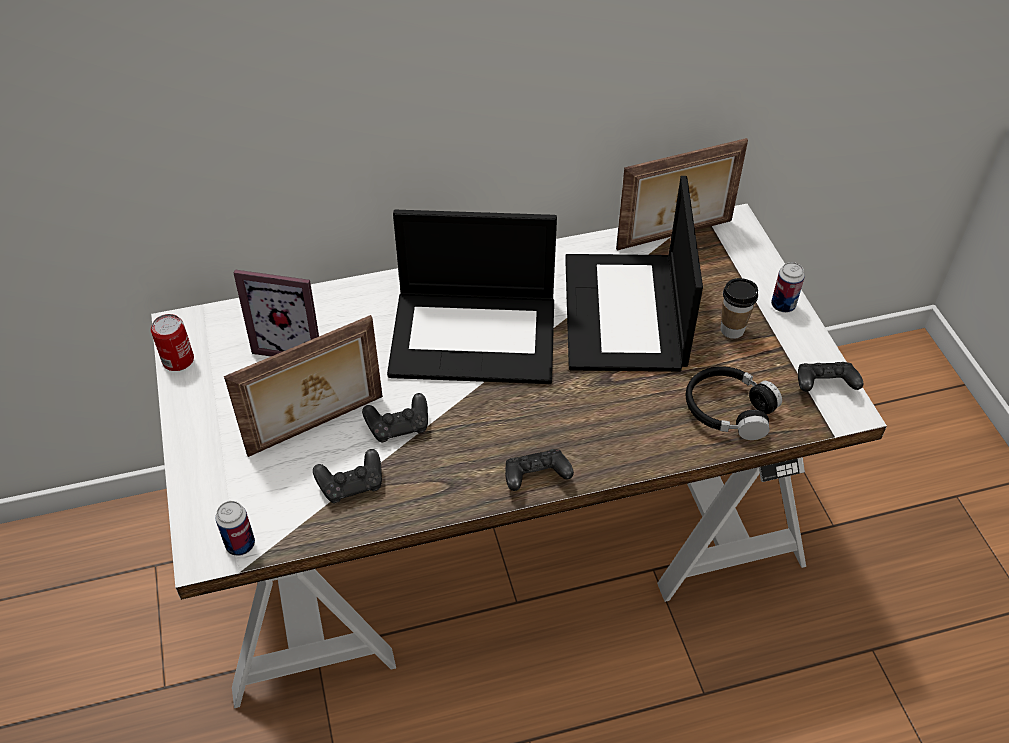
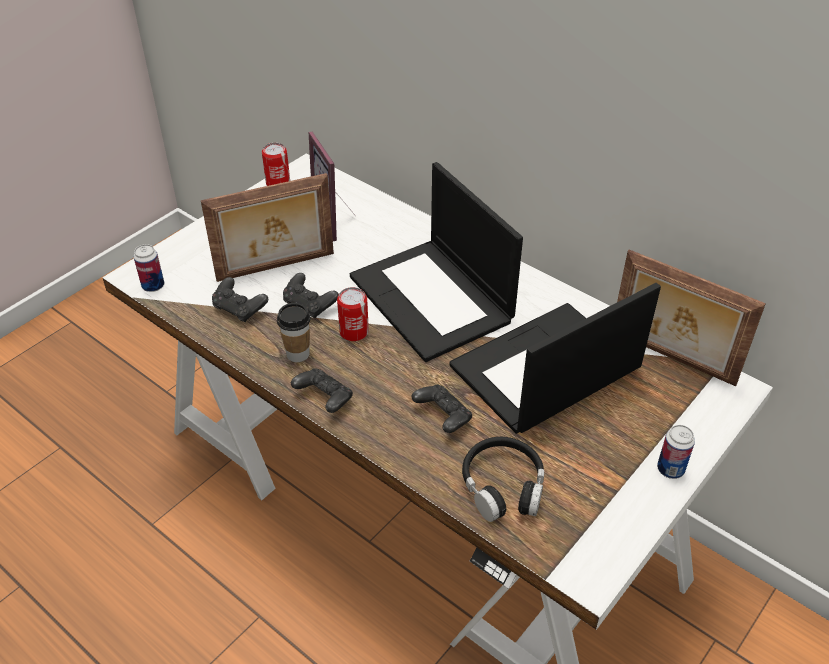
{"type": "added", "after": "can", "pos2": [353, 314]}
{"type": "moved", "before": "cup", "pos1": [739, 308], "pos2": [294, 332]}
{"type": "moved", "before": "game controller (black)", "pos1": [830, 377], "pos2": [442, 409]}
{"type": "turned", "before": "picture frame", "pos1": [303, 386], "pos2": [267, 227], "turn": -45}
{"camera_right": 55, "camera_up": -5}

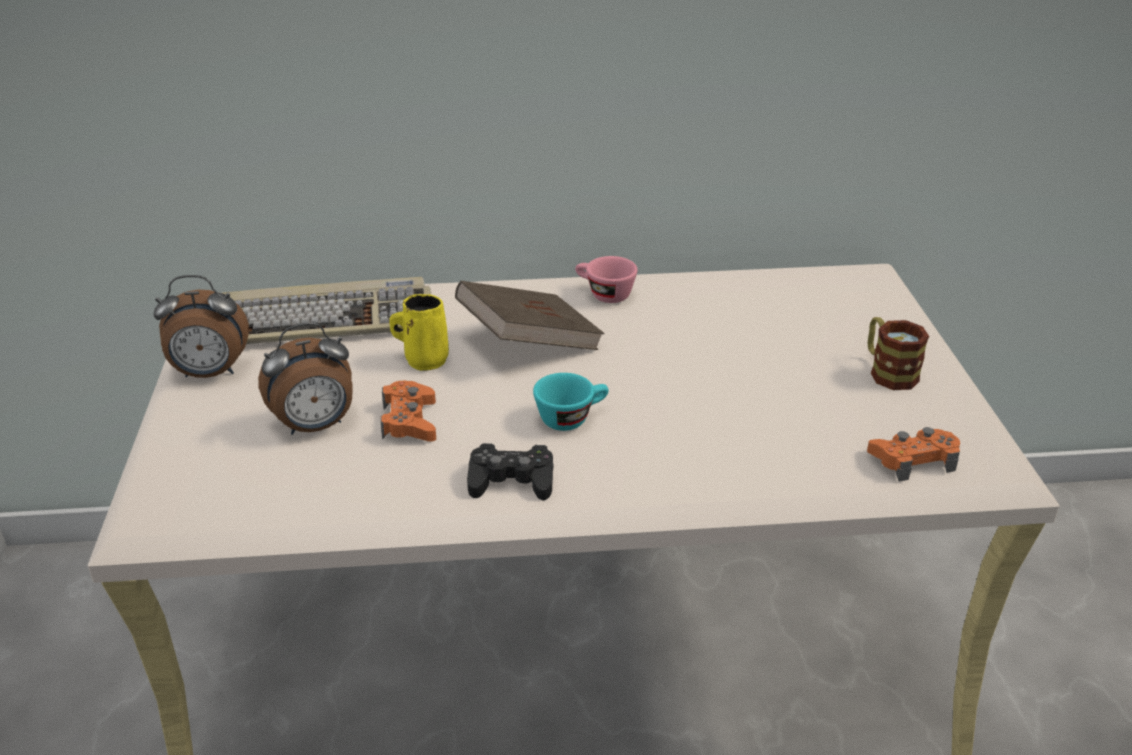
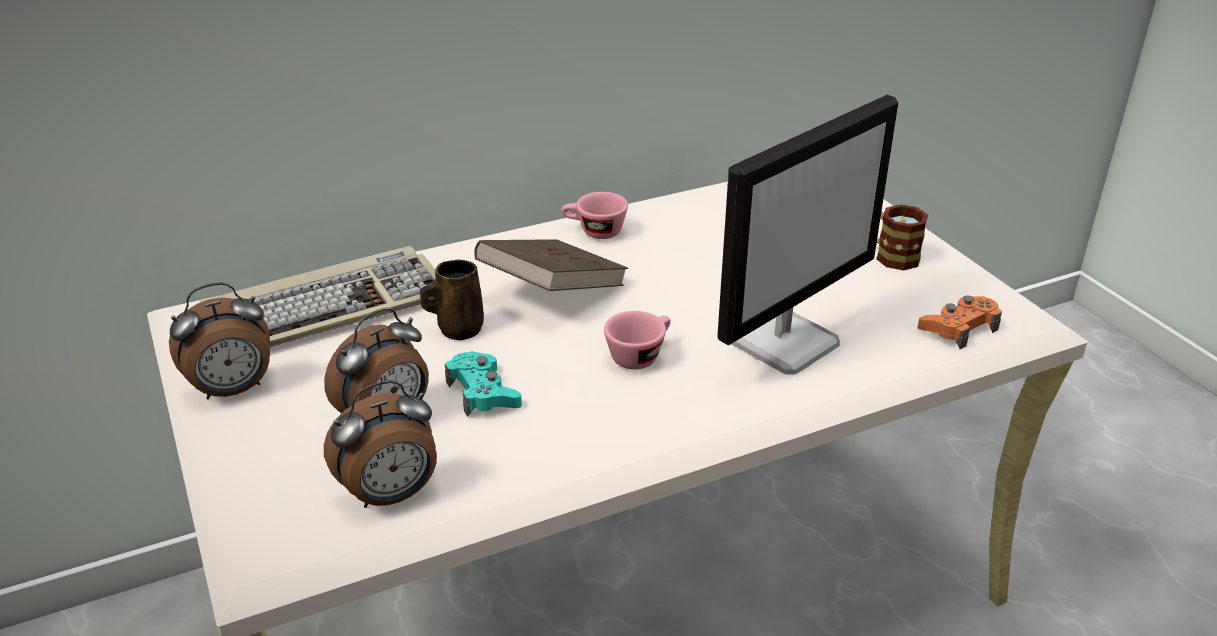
{"type": "removed", "before": "game controller (black)", "pos1": [510, 471]}
{"type": "added", "after": "alarm clock", "pos2": [380, 444]}
{"type": "added", "after": "monitor", "pos2": [808, 235]}
{"type": "recoloured", "before": "game controller (orange)", "after": "game controller (turquoise)", "pos1": [408, 411], "pos2": [483, 384]}
{"type": "recoloured", "before": "mug (yellow)", "after": "mug (brown)", "pos1": [419, 332], "pos2": [452, 300]}
{"type": "recoloured", "before": "cup (turquoise)", "after": "cup (pink)", "pos1": [571, 402], "pos2": [637, 340]}
{"camera_right": -20, "camera_up": 0}

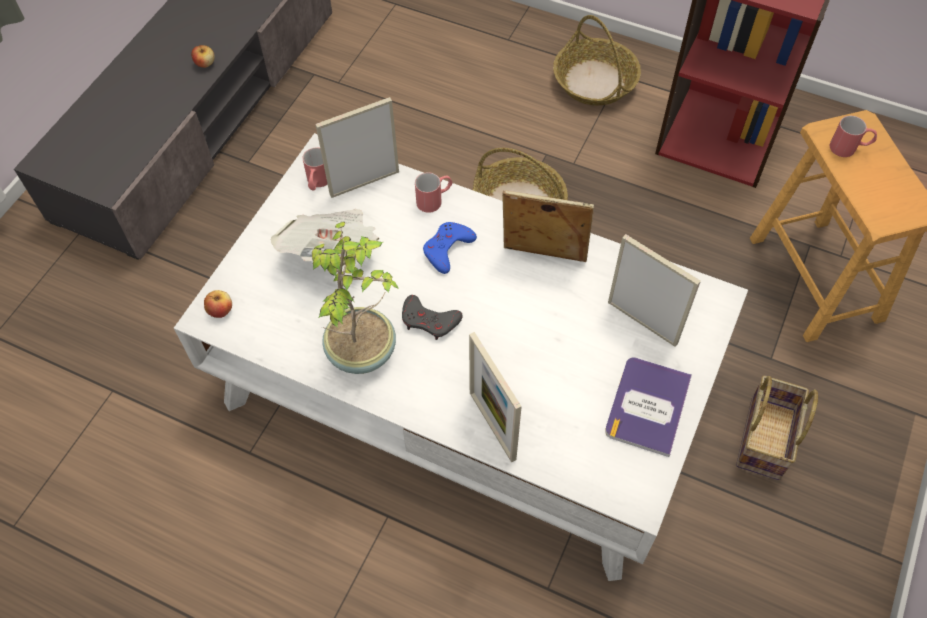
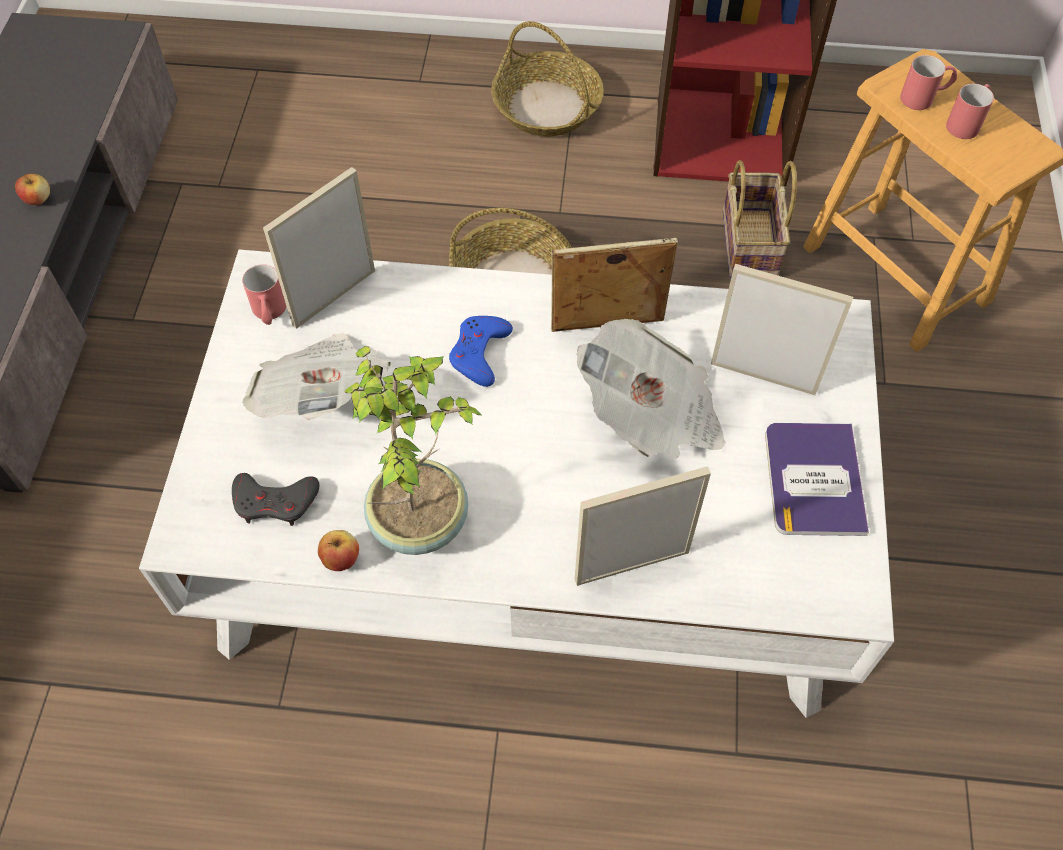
{"type": "added", "after": "newspaper", "pos2": [651, 388]}
{"type": "moved", "before": "apple", "pos1": [218, 304], "pos2": [338, 550]}
{"type": "moved", "before": "game controller (grey)", "pos1": [432, 317], "pos2": [275, 499]}
{"type": "moved", "before": "mug (red)", "pos1": [433, 192], "pos2": [970, 111]}
{"type": "moved", "before": "basket", "pos1": [777, 427], "pos2": [760, 219]}
{"type": "turned", "before": "picture frame", "pos1": [495, 397], "pos2": [643, 526], "turn": 120}
{"camera_right": -20, "camera_up": 0}

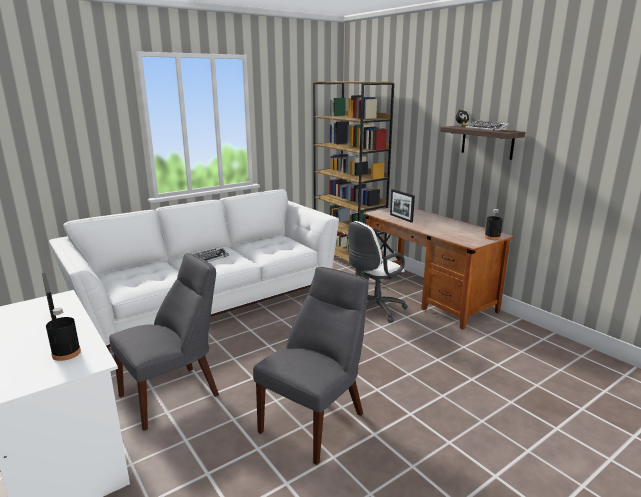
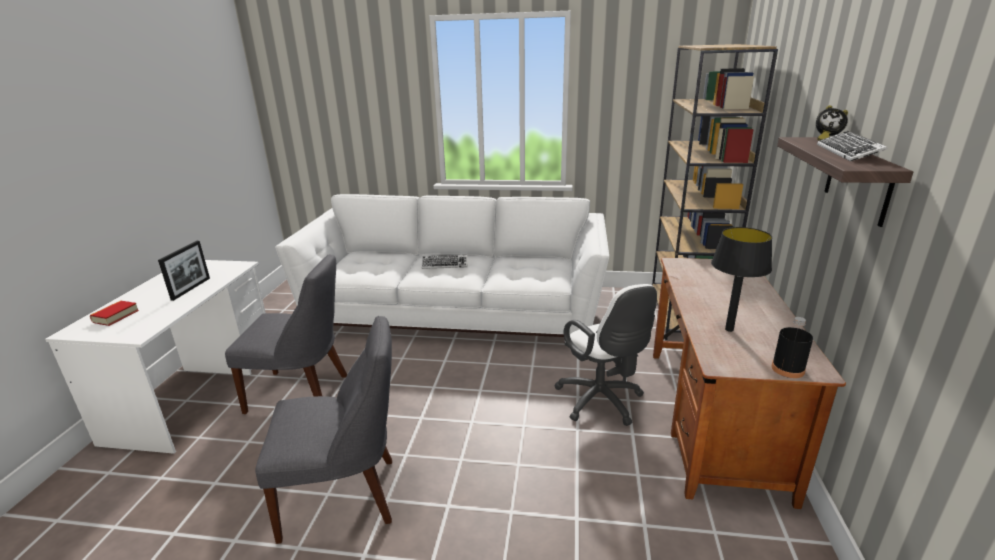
{"type": "removed", "before": "bottle (black)", "pos1": [63, 334]}
{"type": "removed", "before": "picture frame", "pos1": [402, 206]}
{"type": "added", "after": "book", "pos2": [114, 313]}
{"type": "added", "after": "table lamp (black)", "pos2": [741, 279]}
{"type": "turned", "before": "office chair (white)", "pos1": [378, 272], "pos2": [606, 355], "turn": -120}
{"camera_right": 45, "camera_up": 5}

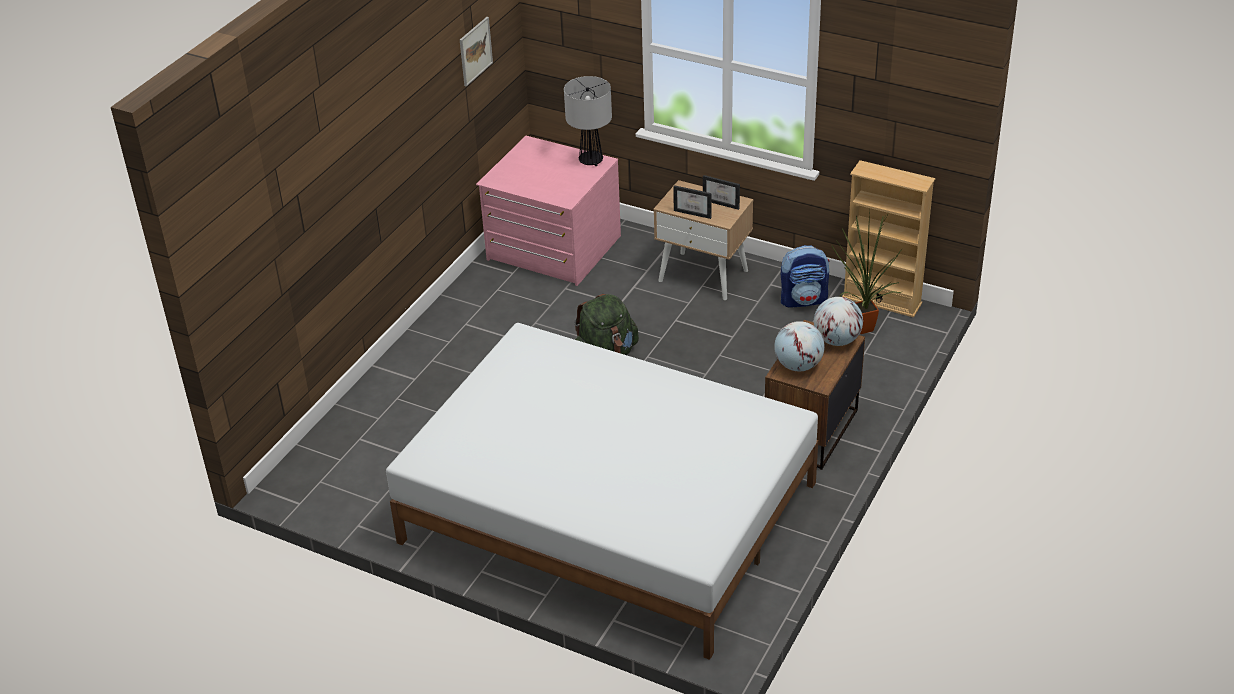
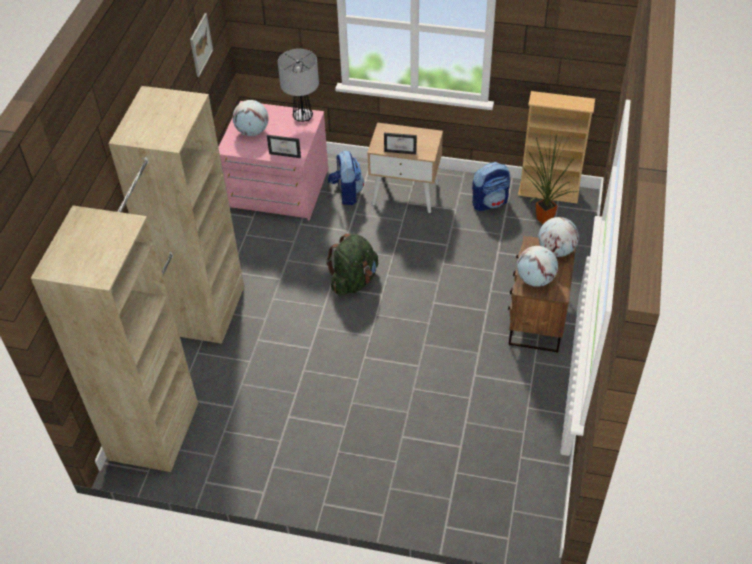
{"type": "removed", "before": "bed (white)", "pos1": [602, 491]}
{"type": "added", "after": "wardrobe (beige)", "pos2": [137, 279]}
{"type": "added", "after": "globe", "pos2": [251, 118]}
{"type": "added", "after": "backpack", "pos2": [346, 178]}
{"type": "moved", "before": "picture frame", "pos1": [721, 192], "pos2": [284, 146]}
{"camera_right": -15, "camera_up": 10}

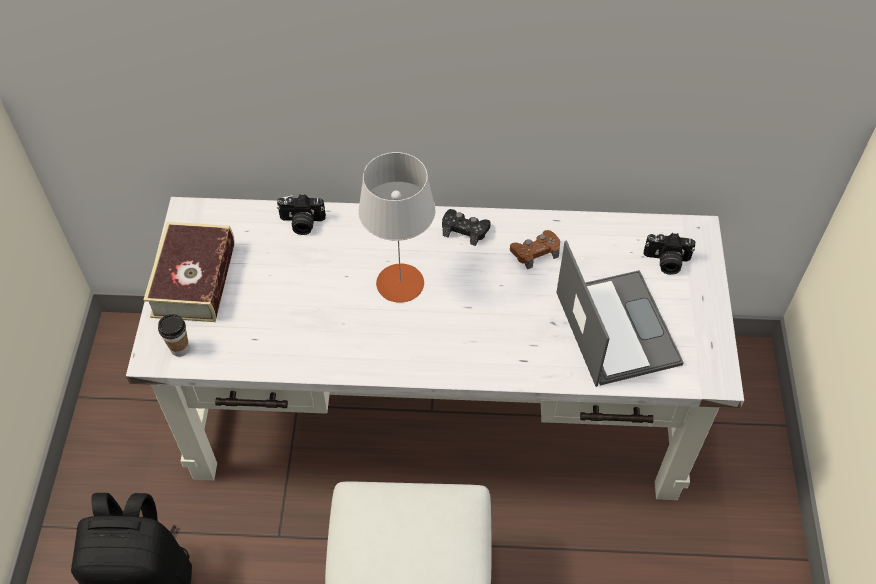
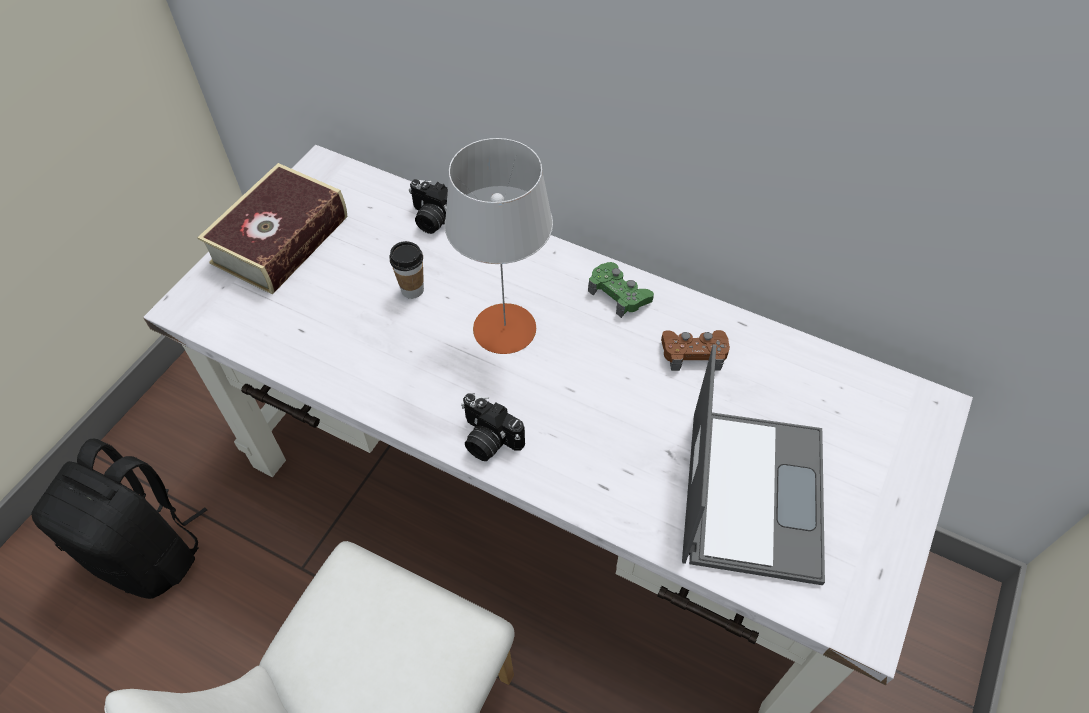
{"type": "moved", "before": "cup", "pos1": [173, 335], "pos2": [406, 270]}
{"type": "moved", "before": "photo camera", "pos1": [669, 254], "pos2": [493, 427]}
{"type": "recoloured", "before": "game controller (black)", "after": "game controller (green)", "pos1": [466, 227], "pos2": [621, 290]}
{"camera_right": 25, "camera_up": 0}

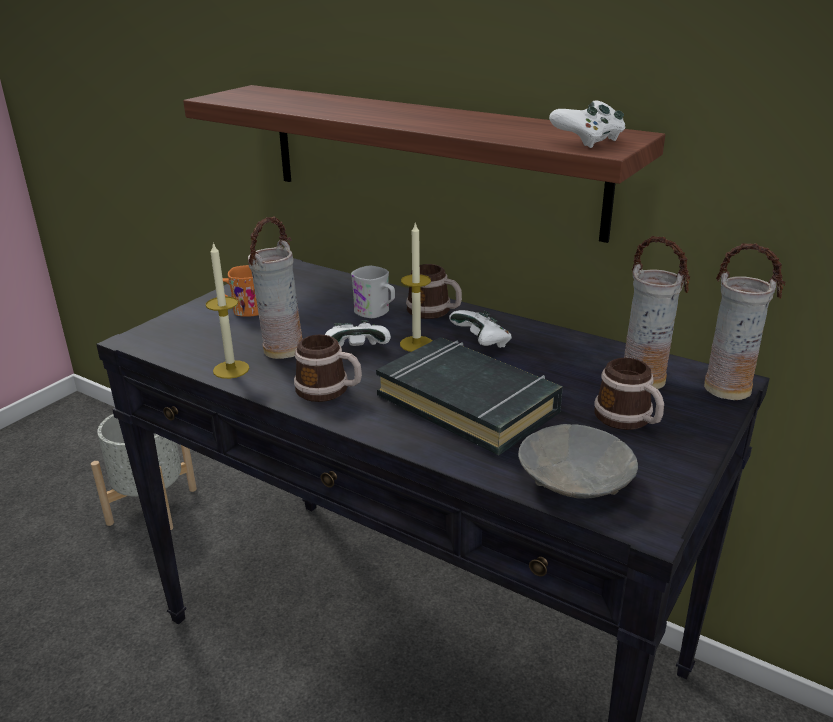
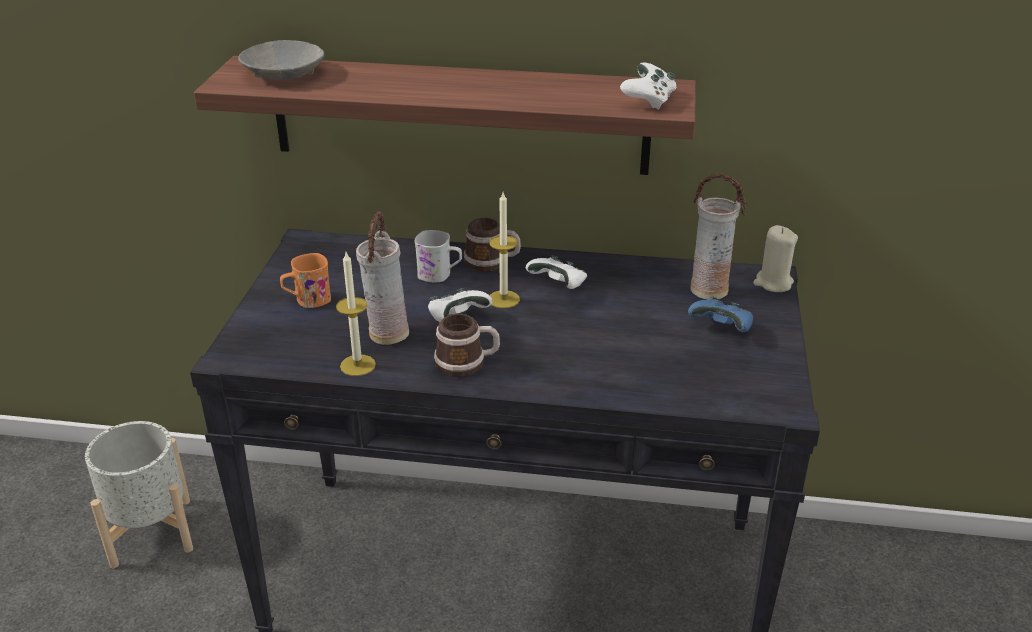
{"type": "removed", "before": "book (black)", "pos1": [469, 396]}
{"type": "moved", "before": "bowl (grey)", "pos1": [578, 461], "pos2": [281, 60]}
{"type": "replaced", "before": "mug", "after": "game controller (blue)", "pos1": [629, 394], "pos2": [720, 314]}
{"type": "replaced", "before": "vase", "after": "candle (beige)", "pos1": [745, 321], "pos2": [775, 258]}
{"camera_right": -25, "camera_up": 5}

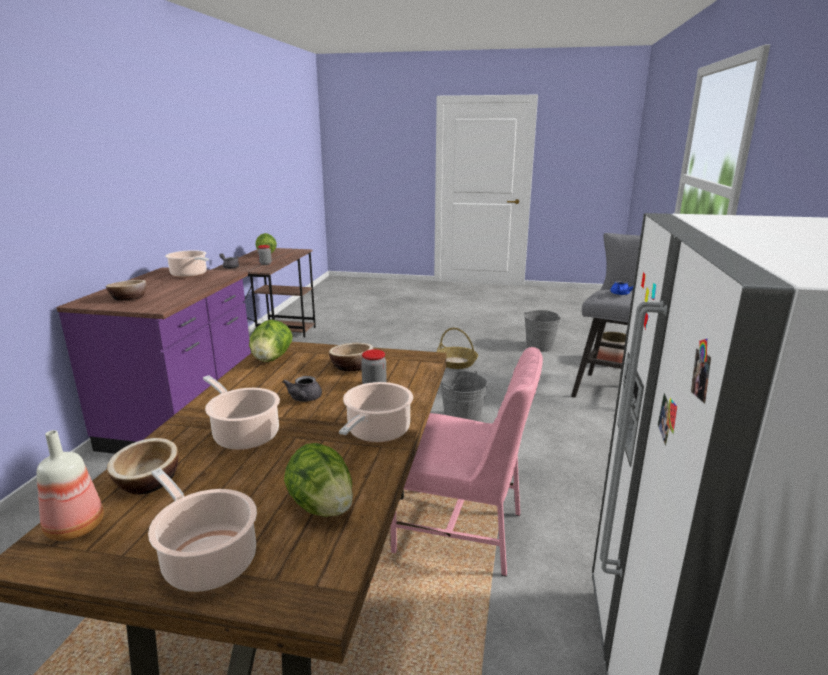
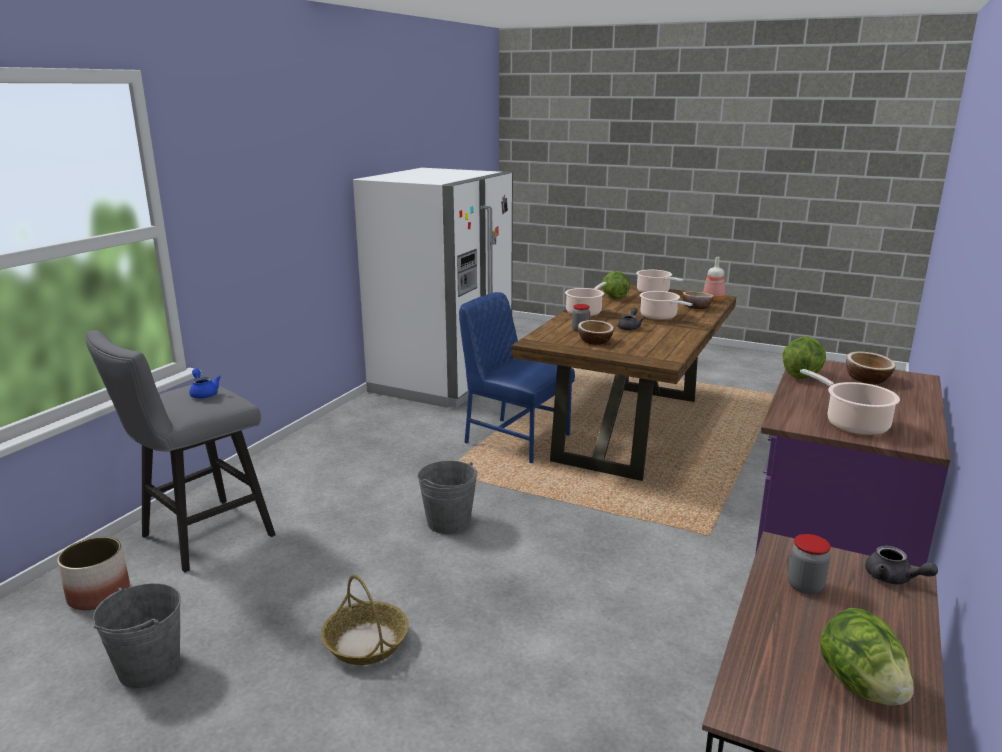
{"type": "moved", "before": "lettuce", "pos1": [271, 341], "pos2": [804, 358]}
{"type": "recoloured", "before": "chair (pink)", "after": "chair (blue)", "pos1": [467, 462], "pos2": [517, 377]}
{"camera_right": -165, "camera_up": 0}

